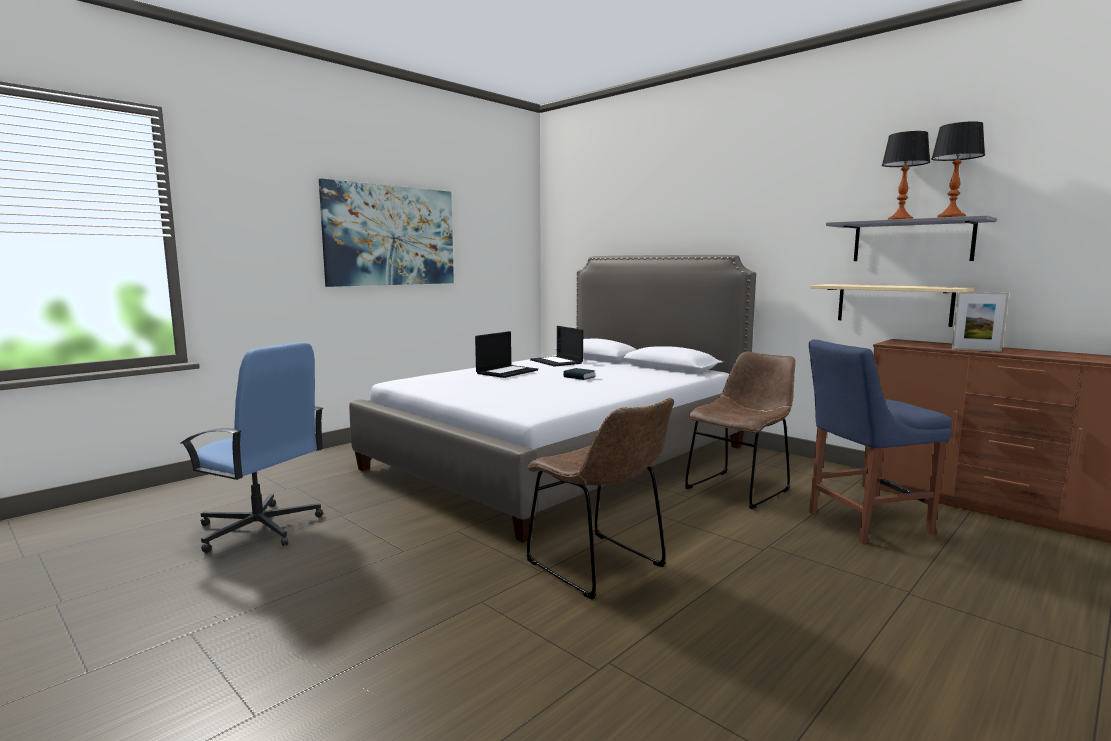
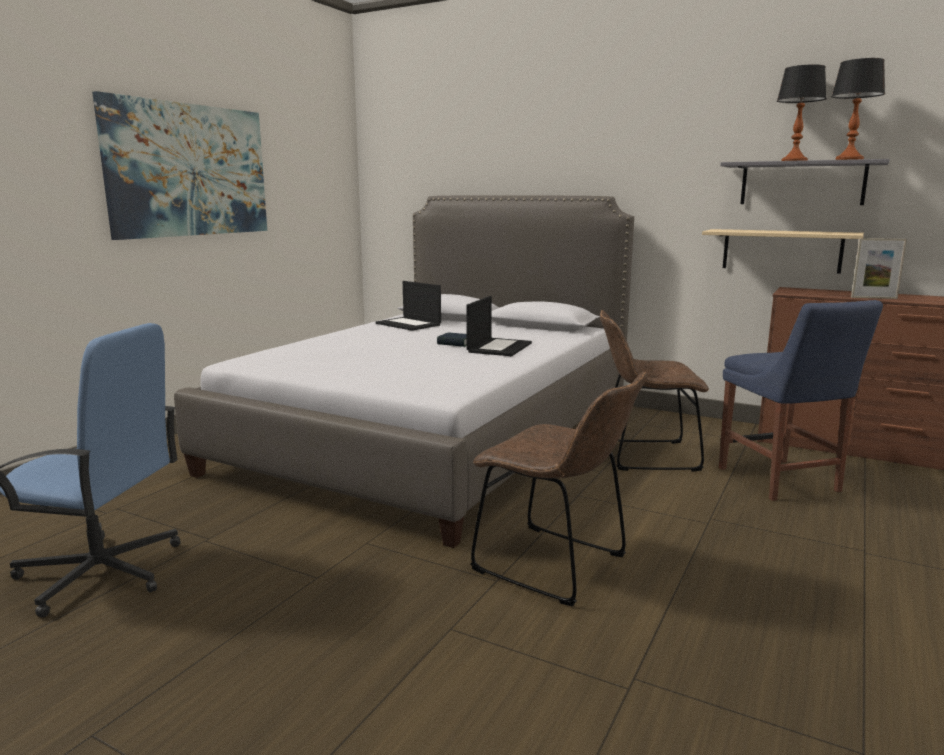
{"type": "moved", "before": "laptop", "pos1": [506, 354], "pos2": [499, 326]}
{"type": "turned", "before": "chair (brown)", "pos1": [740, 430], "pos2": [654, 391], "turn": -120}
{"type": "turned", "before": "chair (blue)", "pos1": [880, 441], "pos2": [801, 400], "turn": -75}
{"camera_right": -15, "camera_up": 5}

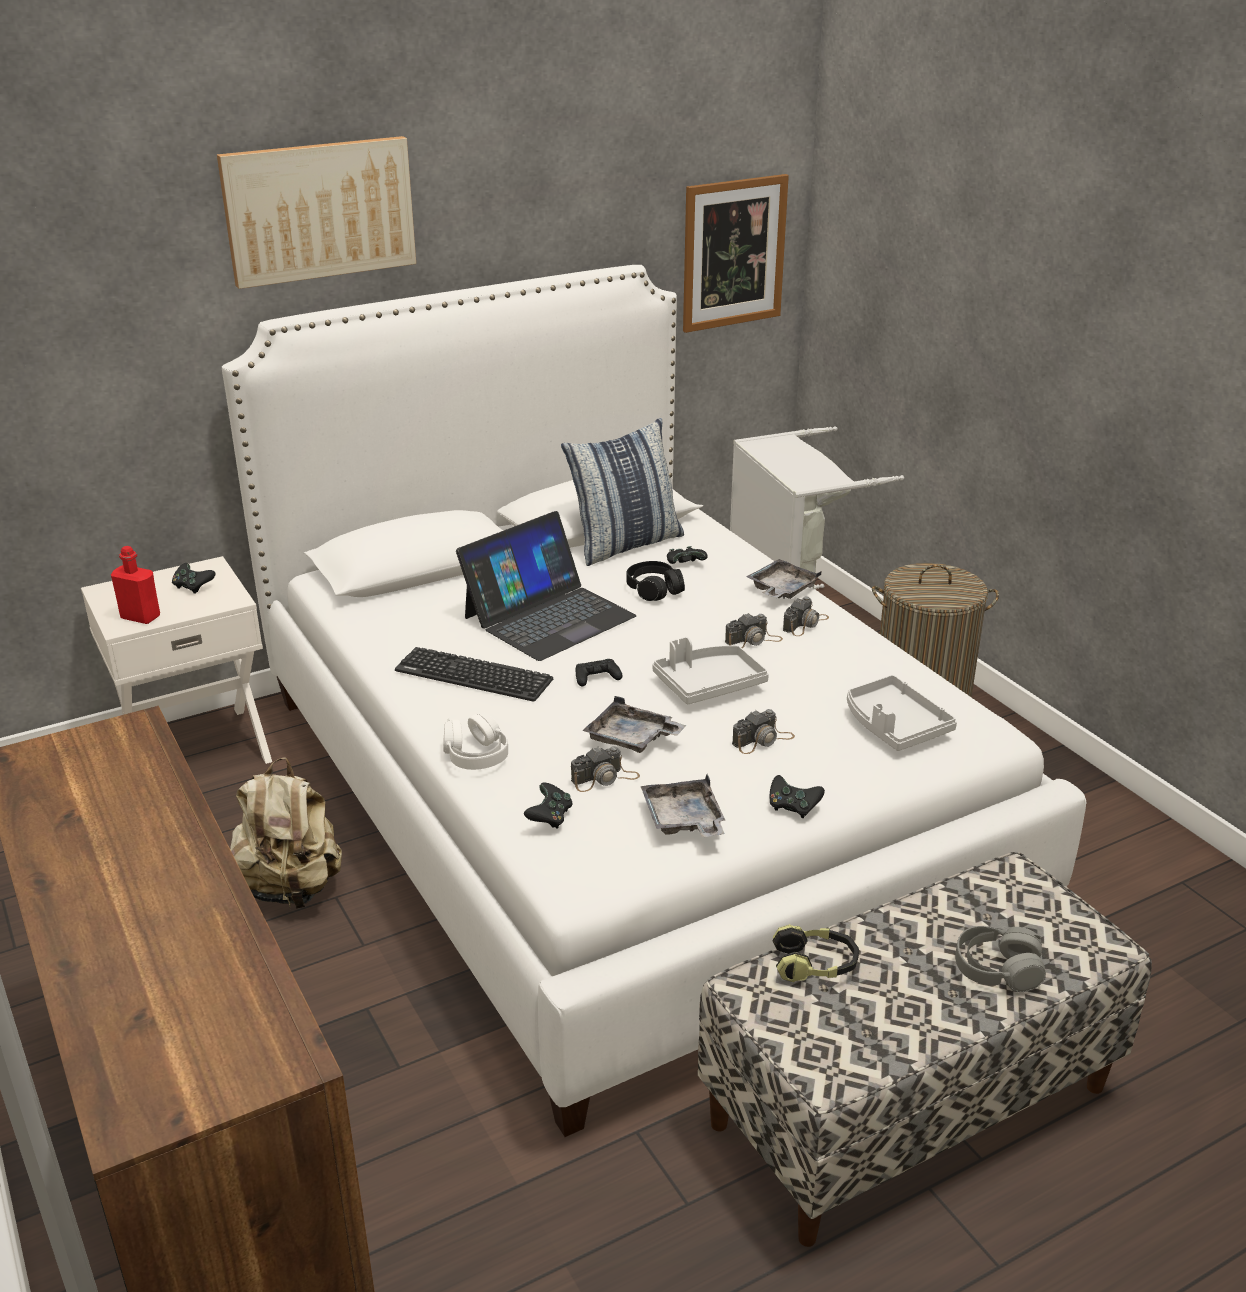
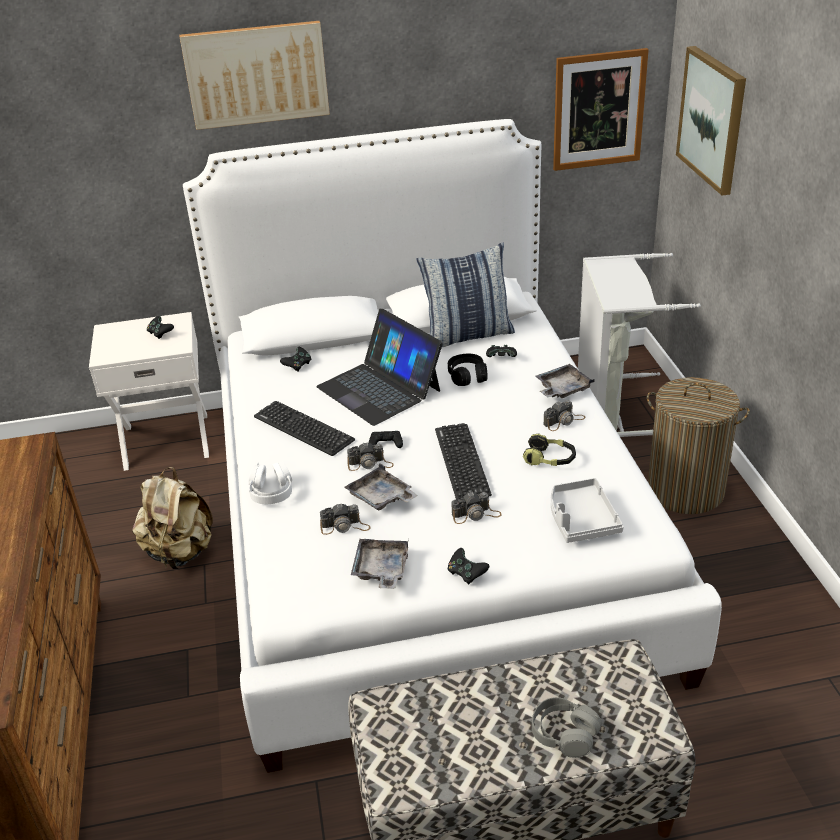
{"type": "removed", "before": "bottle (red)", "pos1": [135, 585]}
{"type": "added", "after": "picture", "pos2": [711, 121]}
{"type": "moved", "before": "game controller (black)", "pos1": [548, 806], "pos2": [295, 359]}
{"type": "moved", "before": "photo camera", "pos1": [754, 631], "pos2": [370, 456]}
{"type": "moved", "before": "headphones", "pos1": [815, 953], "pos2": [549, 450]}
{"type": "replaced", "before": "tray (grey)", "after": "keyboard", "pos1": [710, 670], "pos2": [463, 460]}
{"type": "turned", "before": "laptop", "pos1": [546, 586], "pos2": [379, 367], "turn": 75}
{"camera_right": 20, "camera_up": 5}

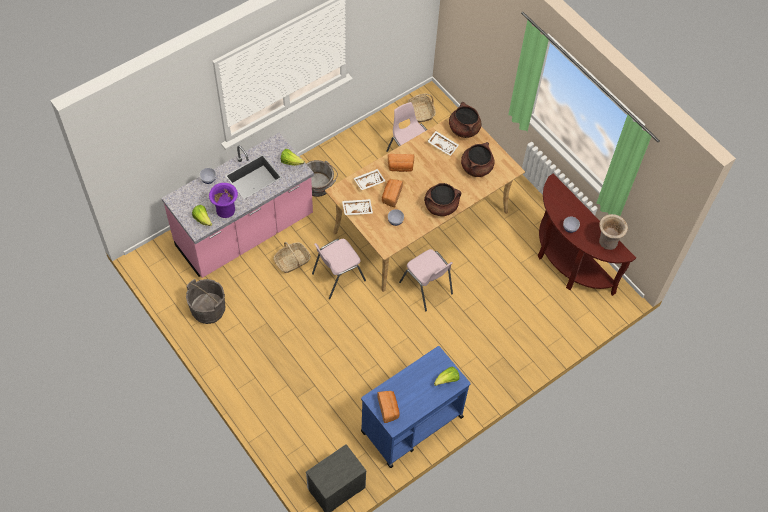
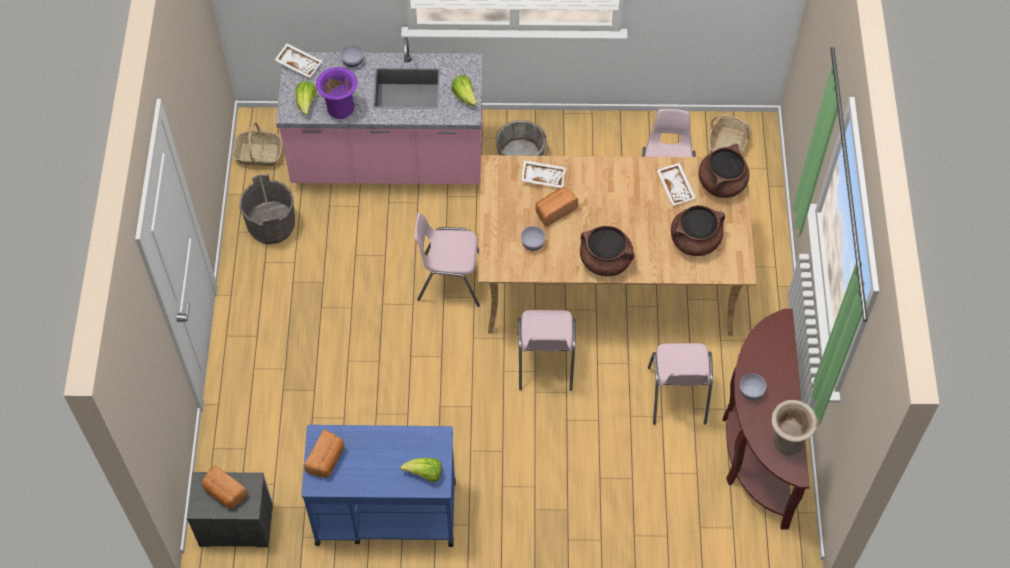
{"type": "added", "after": "chair (pink)", "pos2": [680, 384]}
{"type": "moved", "before": "basket", "pos1": [292, 257], "pos2": [257, 144]}
{"type": "moved", "before": "tray (white)", "pos1": [357, 207], "pos2": [298, 60]}
{"type": "moved", "before": "bread", "pos1": [401, 163], "pos2": [225, 486]}
{"camera_right": 40, "camera_up": 0}

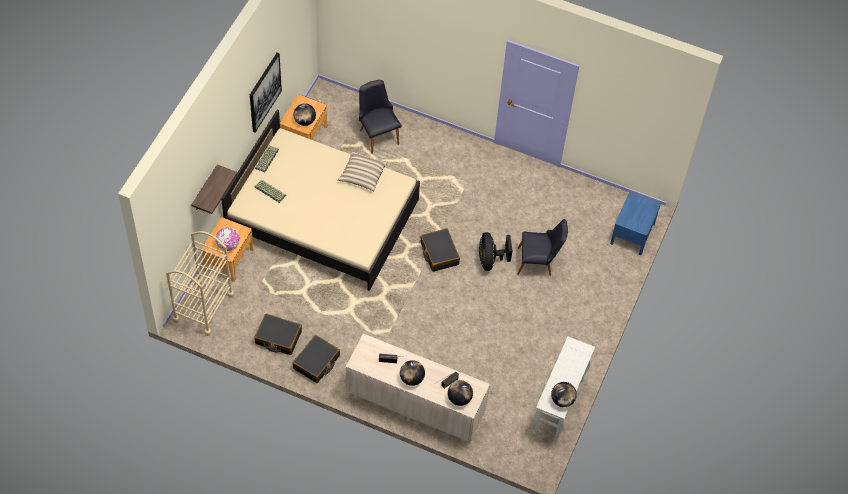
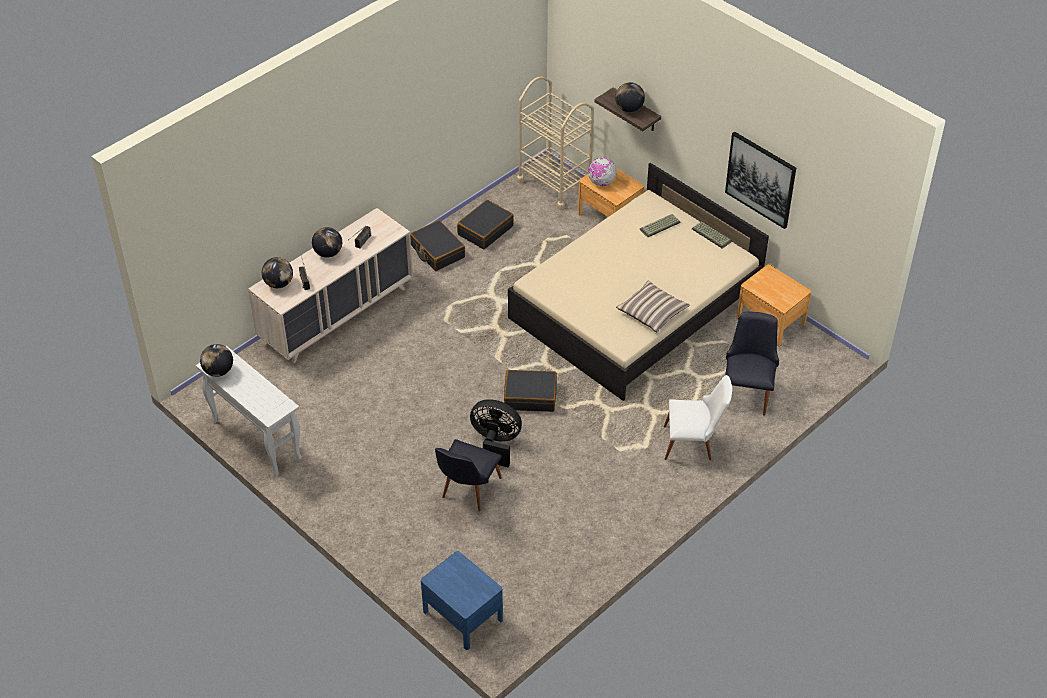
{"type": "added", "after": "chair (white)", "pos2": [698, 417]}
{"type": "moved", "before": "globe", "pos1": [305, 114], "pos2": [630, 97]}
{"type": "turned", "before": "chair (black)", "pos1": [380, 117], "pos2": [752, 364], "turn": -75}
{"camera_right": 115, "camera_up": -10}

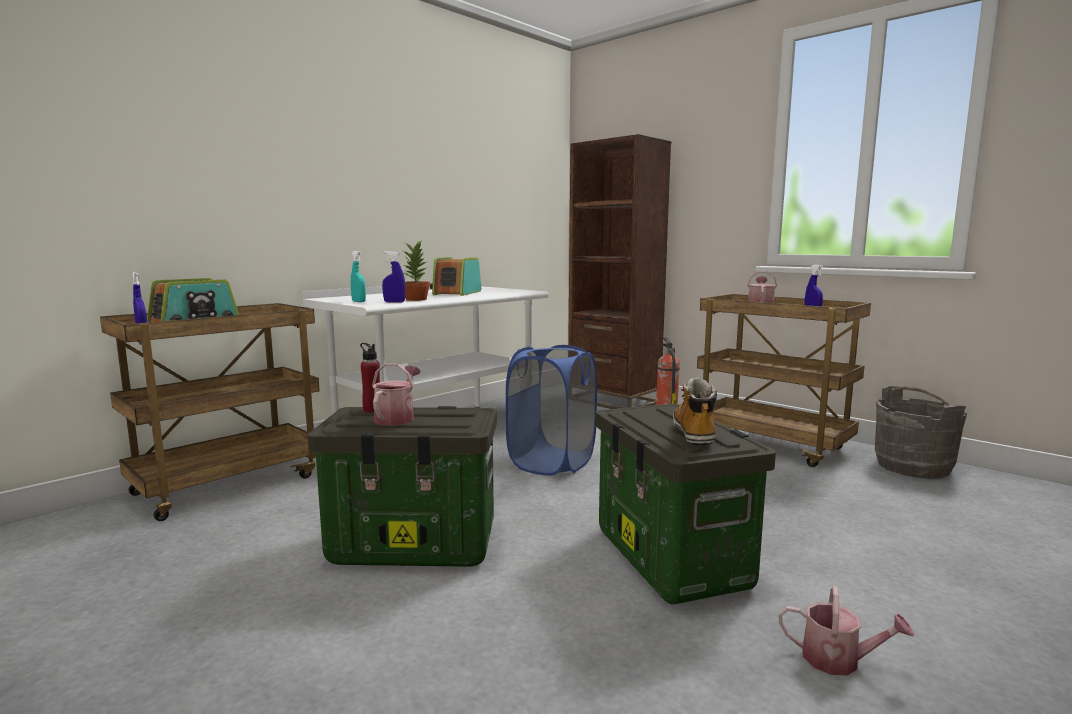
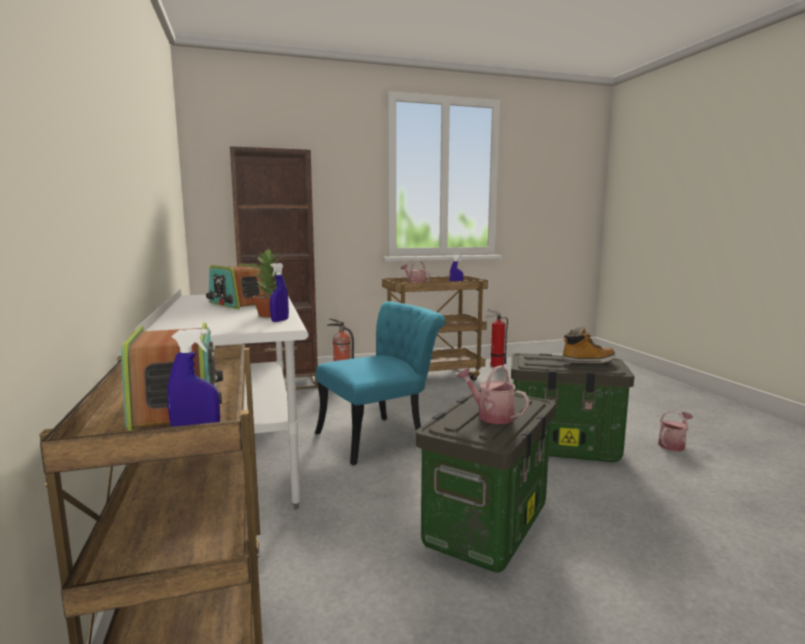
{"type": "removed", "before": "spray bottle (turquoise)", "pos1": [358, 276]}
{"type": "removed", "before": "bottle (red)", "pos1": [370, 378]}
{"type": "replaced", "before": "laundry basket (blue)", "after": "chair (turquoise)", "pos1": [551, 410], "pos2": [380, 383]}
{"type": "replaced", "before": "bucket (grey)", "after": "fire extinguisher", "pos1": [921, 432], "pos2": [497, 338]}
{"type": "turned", "before": "boot", "pos1": [695, 411], "pos2": [589, 345], "turn": 135}
{"camera_right": -60, "camera_up": 0}

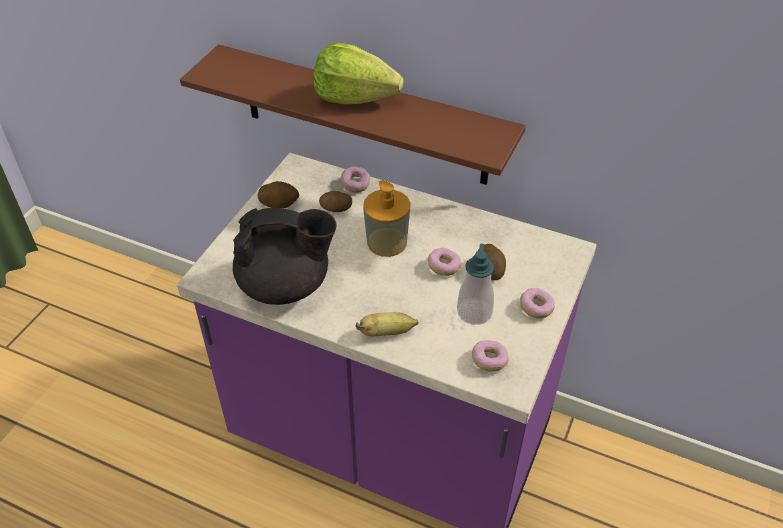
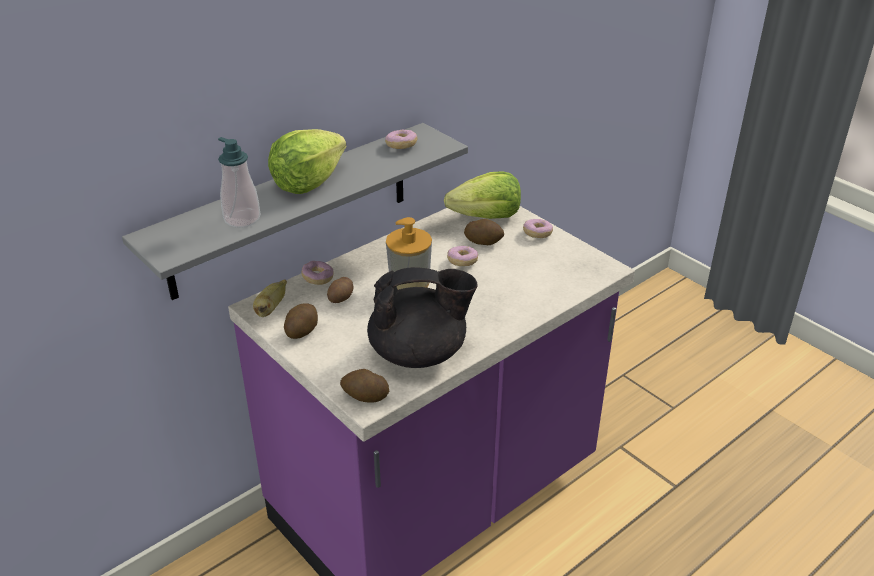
{"type": "added", "after": "potato", "pos2": [364, 386]}
{"type": "added", "after": "lettuce", "pos2": [482, 195]}
{"type": "moved", "before": "banana", "pos1": [387, 324], "pos2": [270, 298]}
{"type": "moved", "before": "soap dispenser", "pos1": [475, 284], "pos2": [239, 182]}
{"type": "moved", "before": "donut", "pos1": [490, 356], "pos2": [401, 139]}
{"type": "recoloured", "before": "shelf (brown)", "after": "shelf (grey)", "pos1": [353, 114], "pos2": [295, 211]}
{"type": "turned", "before": "teapot (black)", "pos1": [285, 256], "pos2": [422, 317], "turn": 60}
{"camera_right": -65, "camera_up": -10}

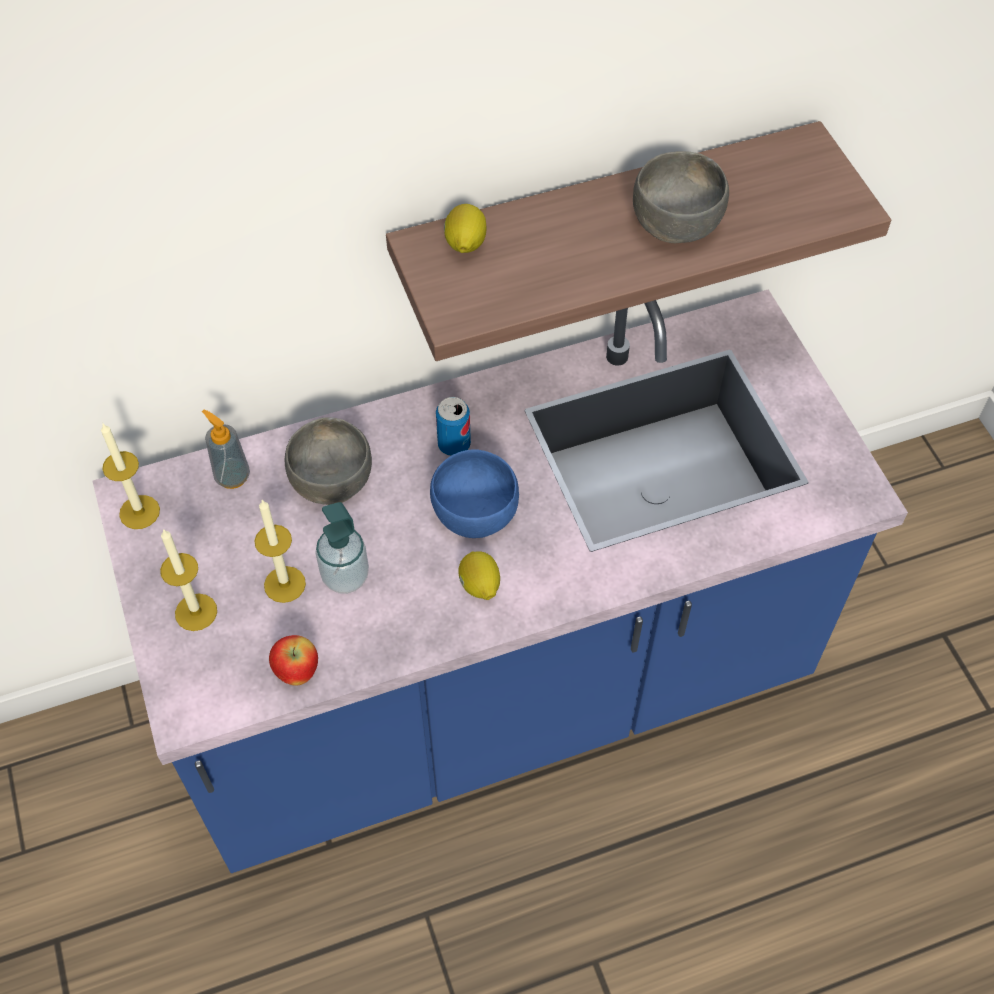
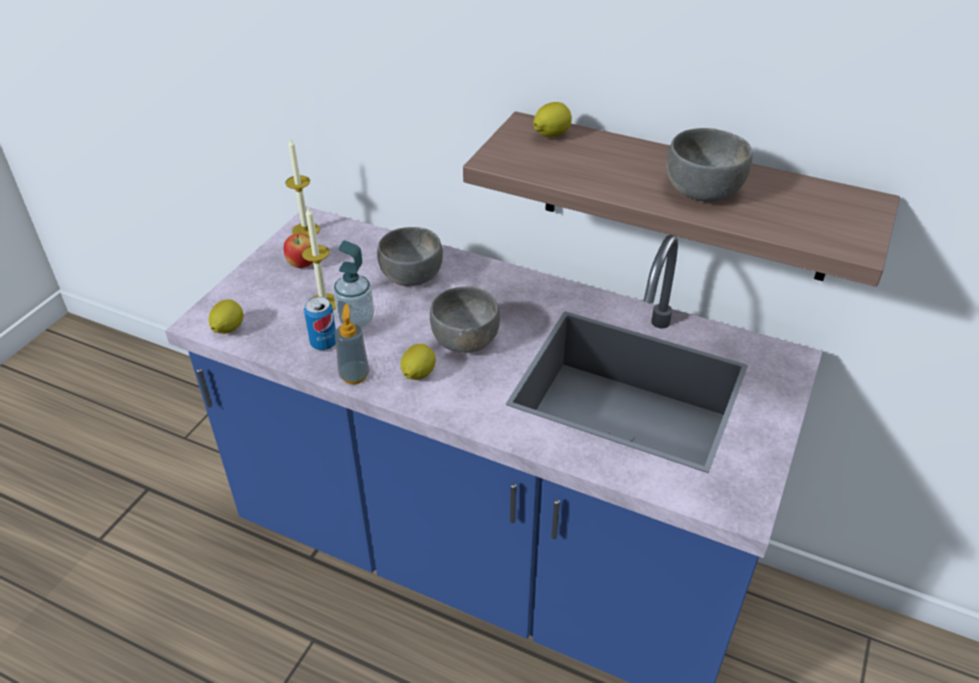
{"type": "removed", "before": "candle", "pos1": [188, 580]}
{"type": "added", "after": "lemon", "pos2": [226, 316]}
{"type": "moved", "before": "soap dispenser", "pos1": [226, 449], "pos2": [352, 344]}
{"type": "moved", "before": "apple", "pos1": [293, 660], "pos2": [298, 251]}
{"type": "moved", "before": "can", "pos1": [453, 426], "pos2": [320, 323]}
{"type": "recoloured", "before": "bowl (blue)", "after": "bowl (grey)", "pos1": [474, 493], "pos2": [465, 319]}
{"camera_right": 45, "camera_up": -15}

